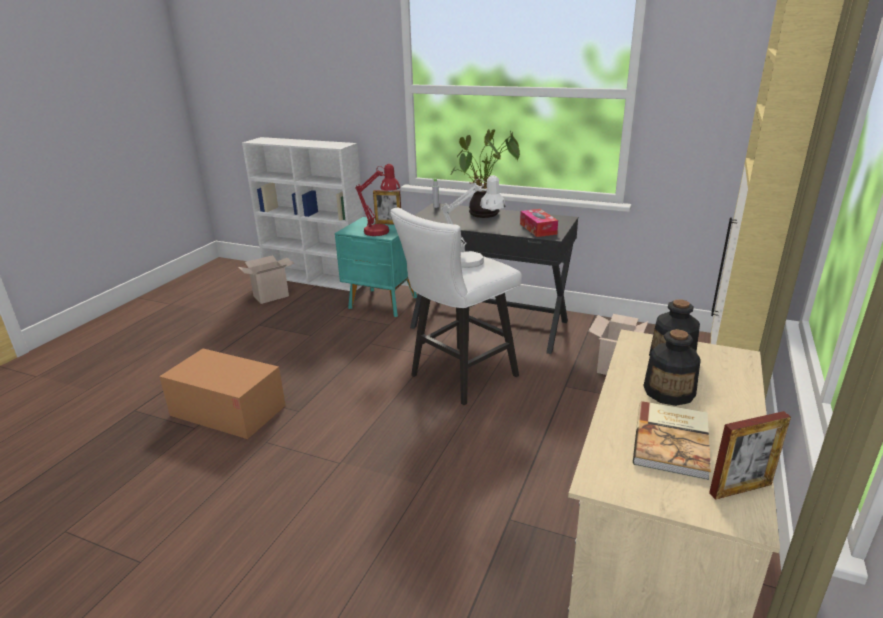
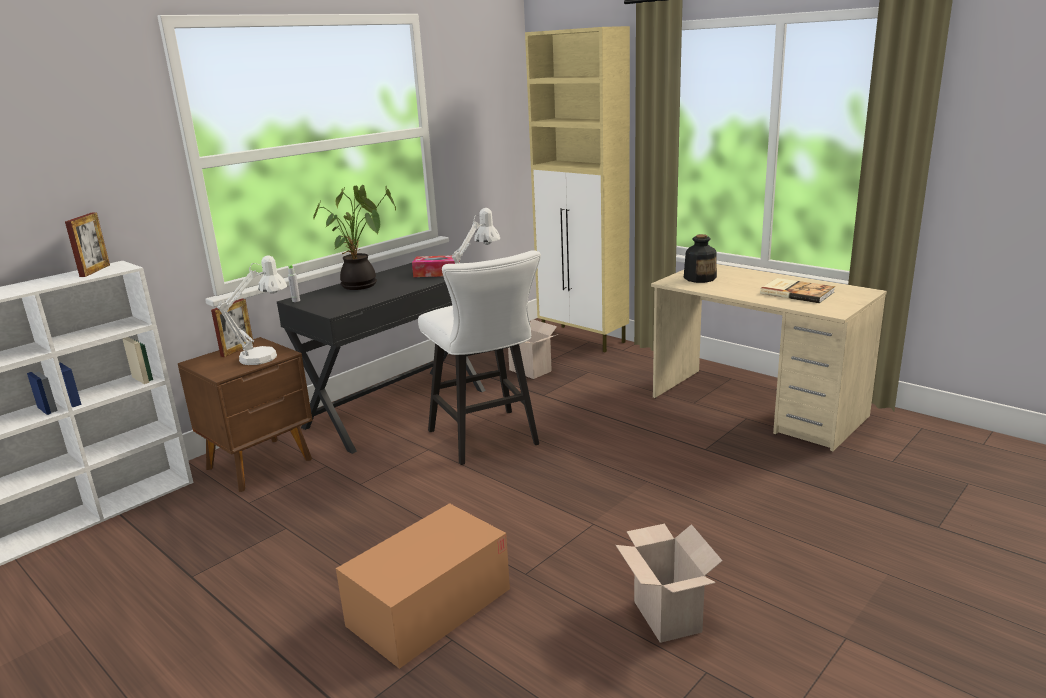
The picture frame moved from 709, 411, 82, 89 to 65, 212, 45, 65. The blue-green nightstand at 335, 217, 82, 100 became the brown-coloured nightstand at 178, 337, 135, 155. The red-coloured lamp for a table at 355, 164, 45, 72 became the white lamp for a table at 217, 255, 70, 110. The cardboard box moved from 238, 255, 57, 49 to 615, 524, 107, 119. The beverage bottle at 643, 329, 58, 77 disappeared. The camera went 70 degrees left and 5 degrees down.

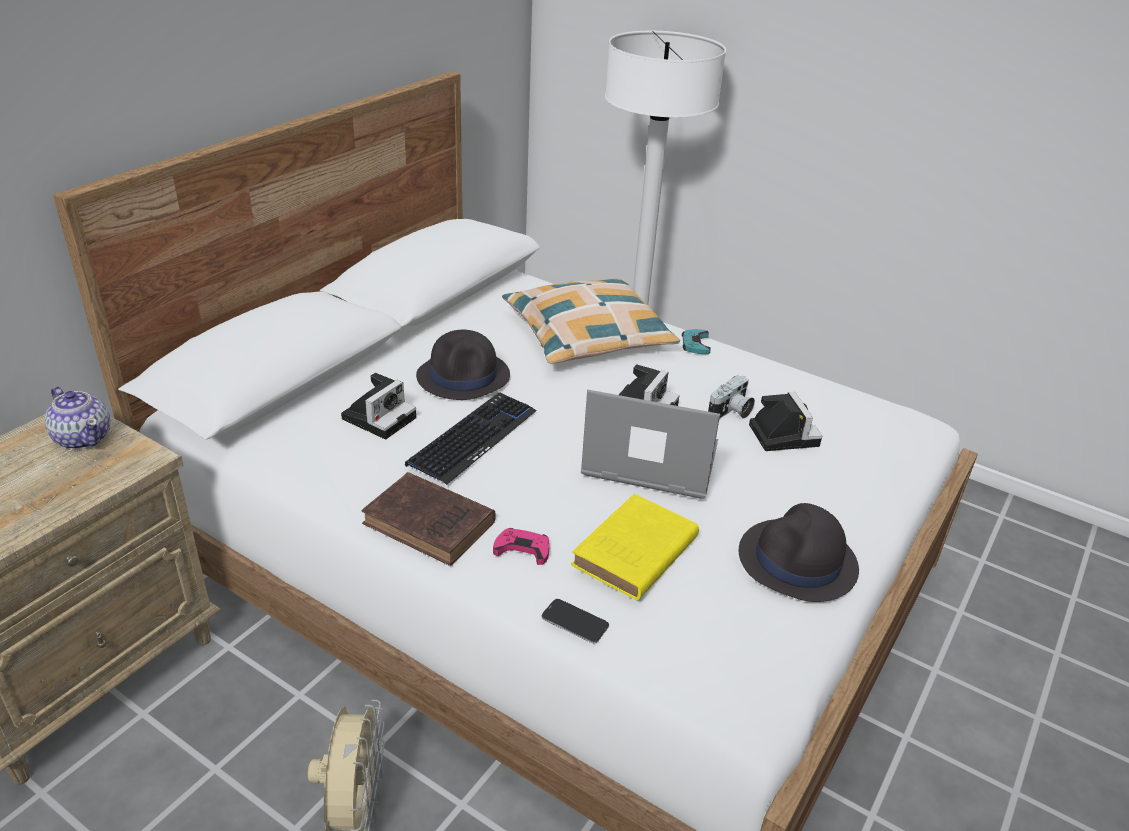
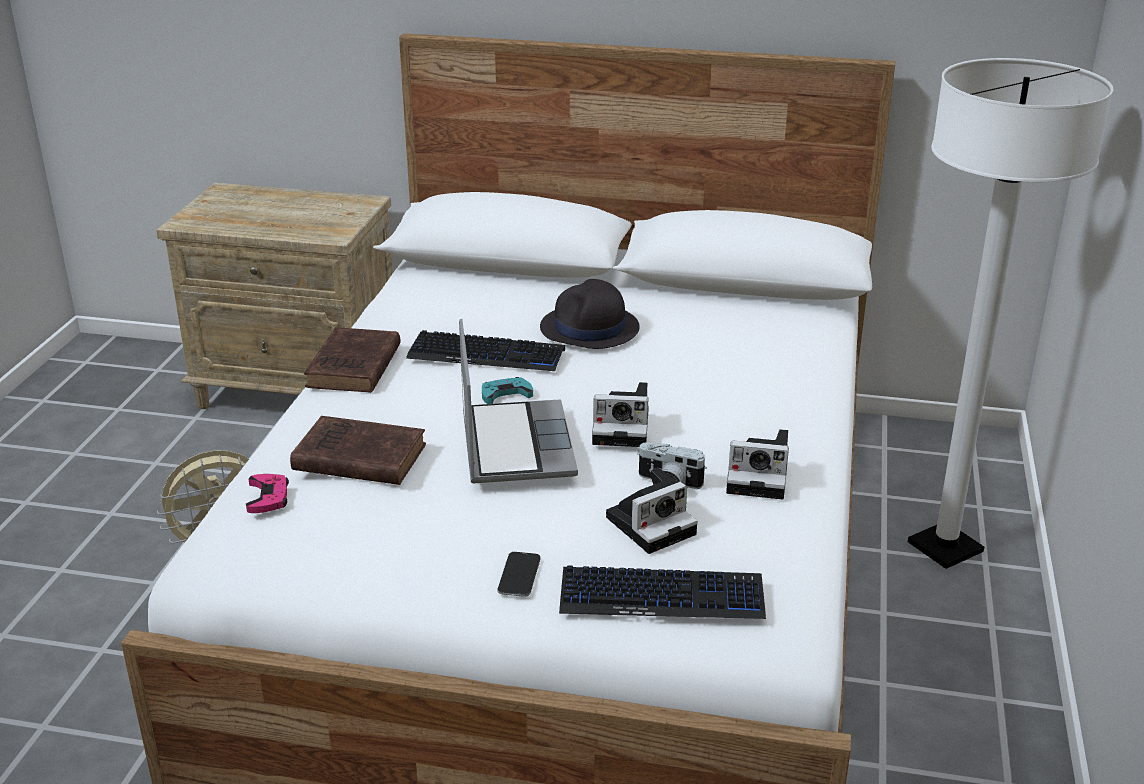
The pinkish game controller moved from 493, 528, 57, 37 to 246, 474, 43, 39. The yellow-coloured volume at 571, 494, 128, 106 became the brown-coloured volume at 290, 416, 136, 69. The blue-green game controller moved from 682, 329, 29, 25 to 482, 377, 51, 27. The phone moved from 542, 599, 67, 44 to 497, 552, 44, 45. The computer keyboard at 559, 565, 207, 54 appeared. The still camera moved from 341, 373, 75, 66 to 726, 429, 63, 71. The pot for tea at 45, 386, 65, 64 disappeared. The cushion at 502, 278, 178, 85 disappeared. The black-coloured hat at 739, 503, 120, 99 disappeared. The camera went 70 degrees right and 5 degrees down.

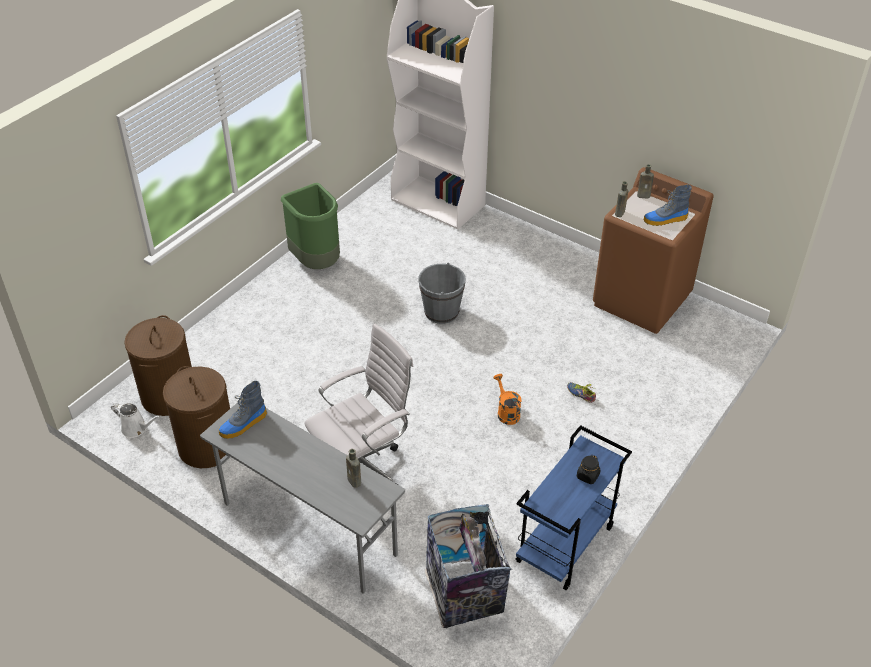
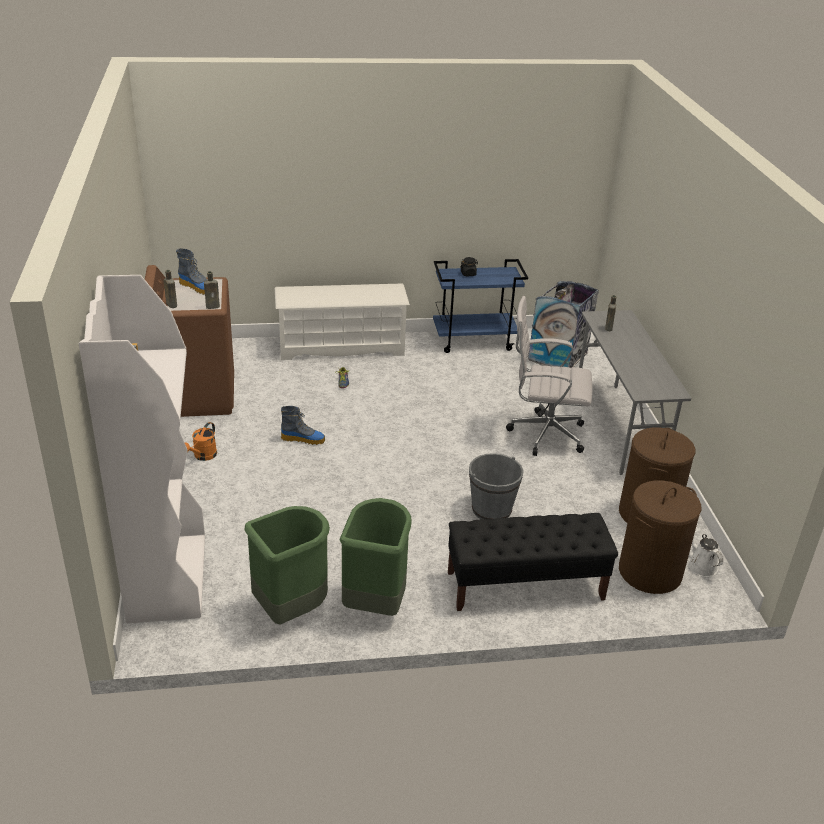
The orange-coloured watering can moved from 493, 374, 28, 51 to 184, 422, 33, 39. The greenish trash can at 245, 506, 85, 119 appeared. The white shoe shelf at 275, 284, 135, 76 appeared. The boot moved from 219, 381, 48, 58 to 281, 406, 44, 39. The black-coloured indoor bench at 448, 513, 170, 98 appeared. The gray pail moved from 418, 263, 48, 61 to 469, 453, 55, 67. The camera went 135 degrees left and 10 degrees down.

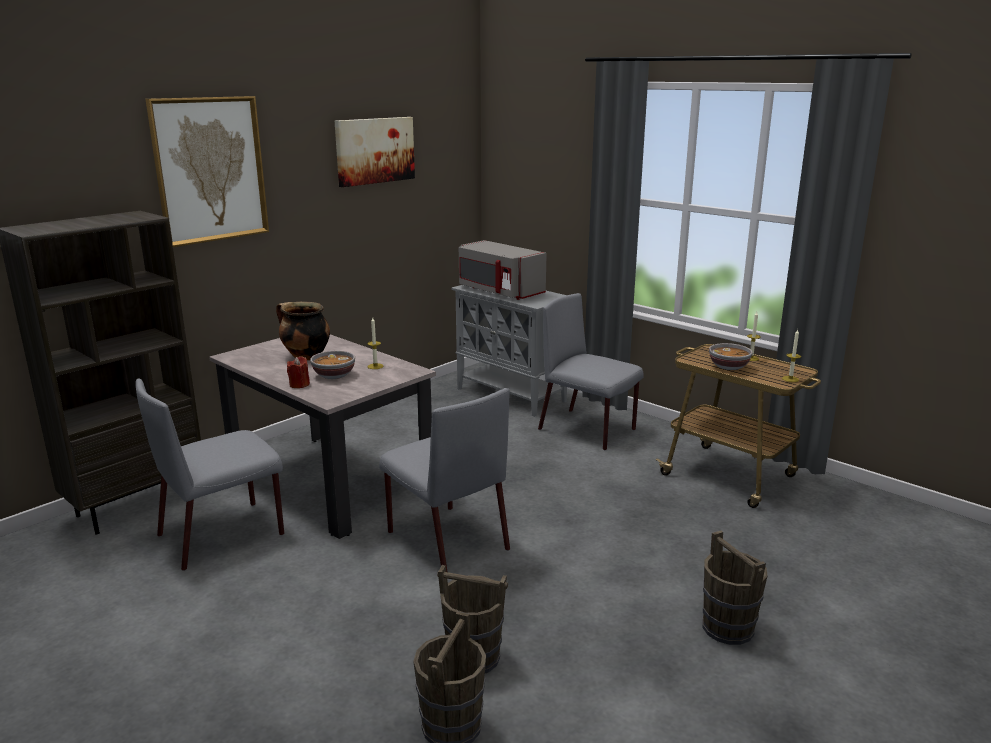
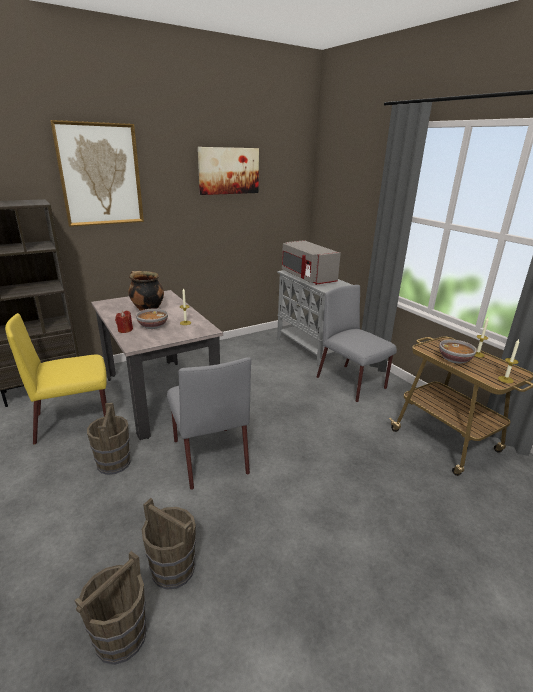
The gray chair at 136, 379, 148, 192 became the yellow-coloured chair at 5, 313, 102, 132. The brown-coloured pail moved from 702, 530, 66, 115 to 87, 403, 44, 72. The camera went 15 degrees right and 5 degrees up.

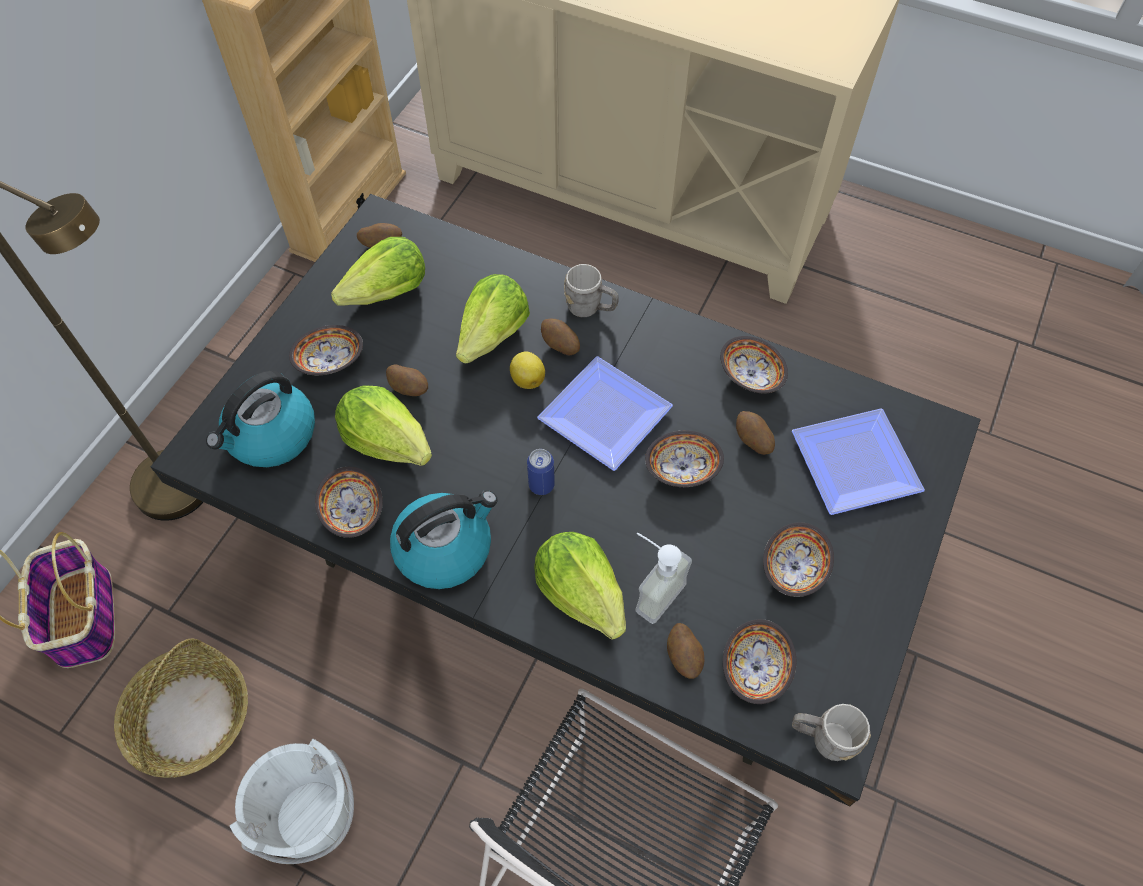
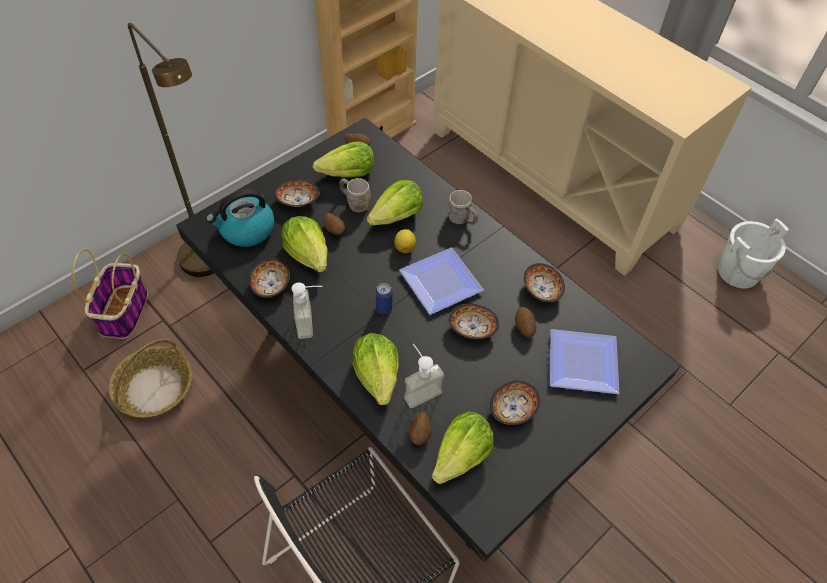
The tea kettle at 390, 490, 108, 99 was replaced by the soap dispenser at 292, 282, 31, 57. The gray tea mug moved from 792, 704, 79, 57 to 339, 178, 32, 35. The bowl at 723, 619, 73, 85 was replaced by the lettuce head at 432, 411, 62, 73. The white pail moved from 230, 739, 124, 125 to 718, 218, 71, 70. The potato at 541, 318, 39, 37 disappeared. The camera went 20 degrees right and 5 degrees down.

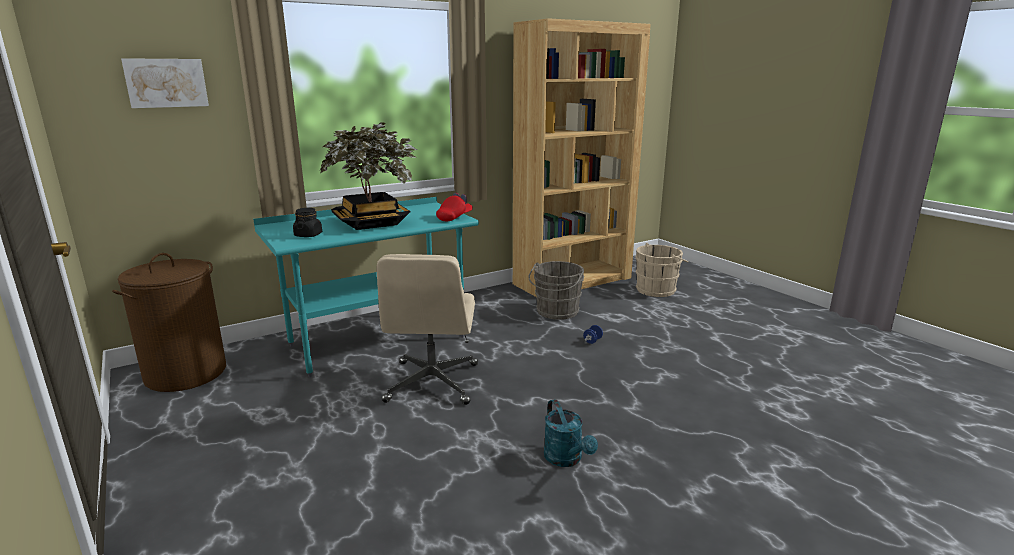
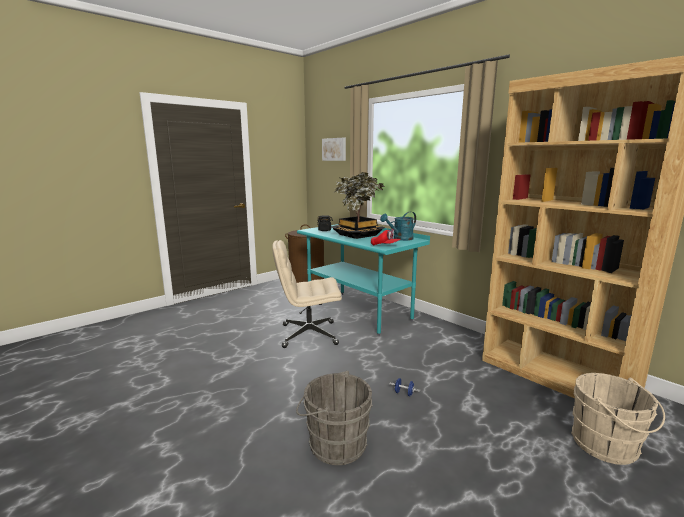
The gray pail moved from 529, 261, 55, 59 to 296, 371, 77, 94. The blue-green watering can moved from 544, 399, 54, 68 to 380, 212, 36, 29. The camera went 80 degrees right and 5 degrees down.

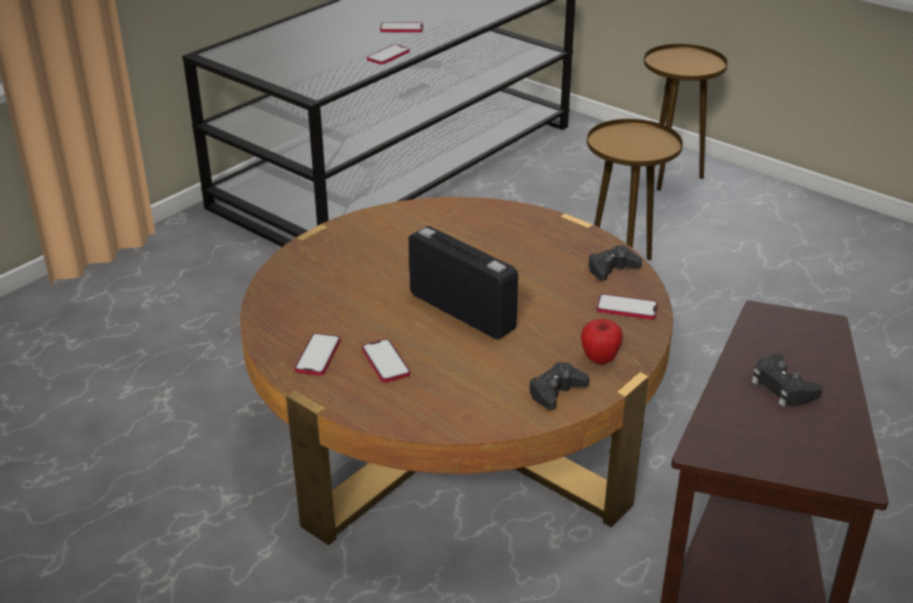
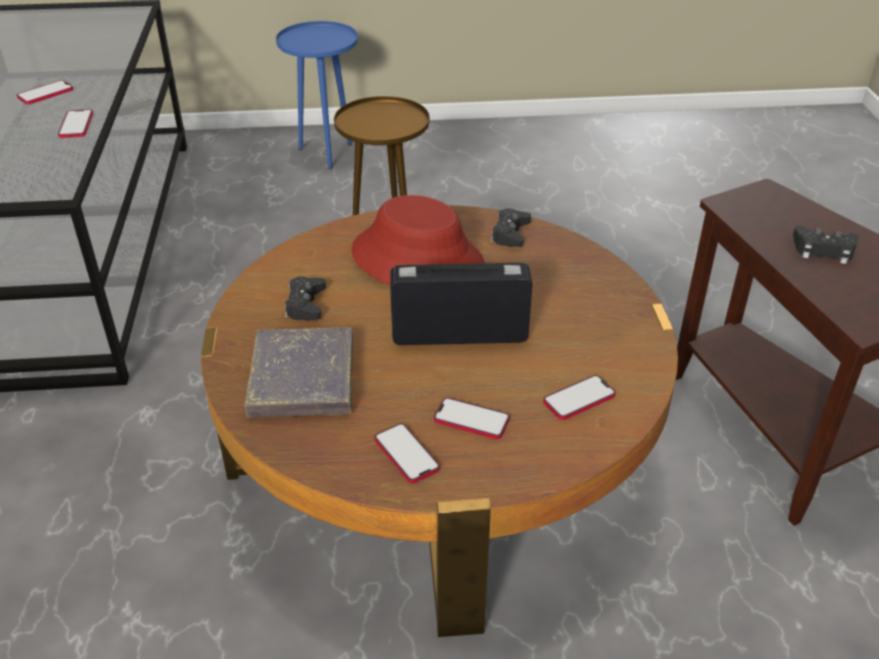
The gray volume at 245, 327, 108, 91 appeared. The brown-coloured side table at 644, 44, 84, 147 became the blue side table at 276, 21, 82, 148. The black-coloured game controller moved from 529, 362, 60, 48 to 285, 276, 41, 44. The red-coloured hat at 351, 195, 134, 90 appeared. The phone moved from 596, 294, 62, 25 to 543, 375, 73, 45. The apple fruit at 581, 319, 42, 45 disappeared. The camera went 45 degrees left and 5 degrees up.

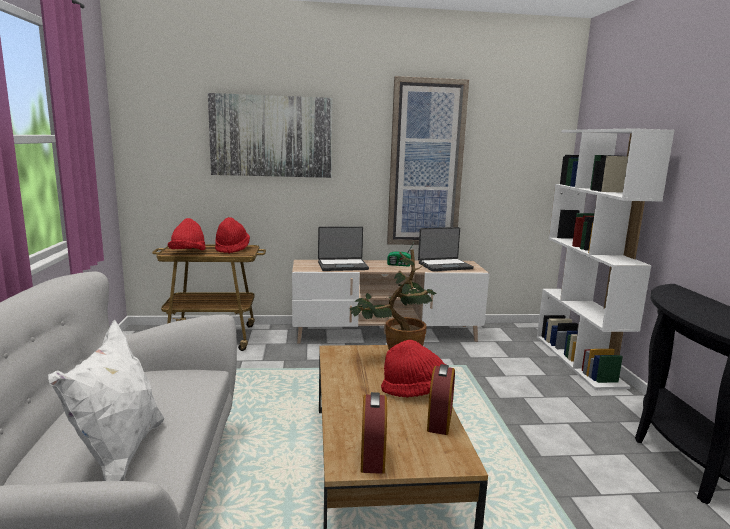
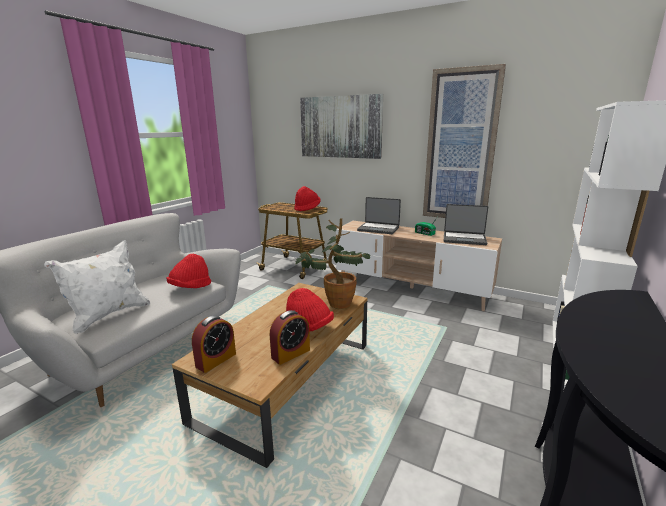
The red-coloured hat moved from 168, 218, 38, 32 to 167, 254, 44, 34. The camera went 35 degrees right and 5 degrees up.

